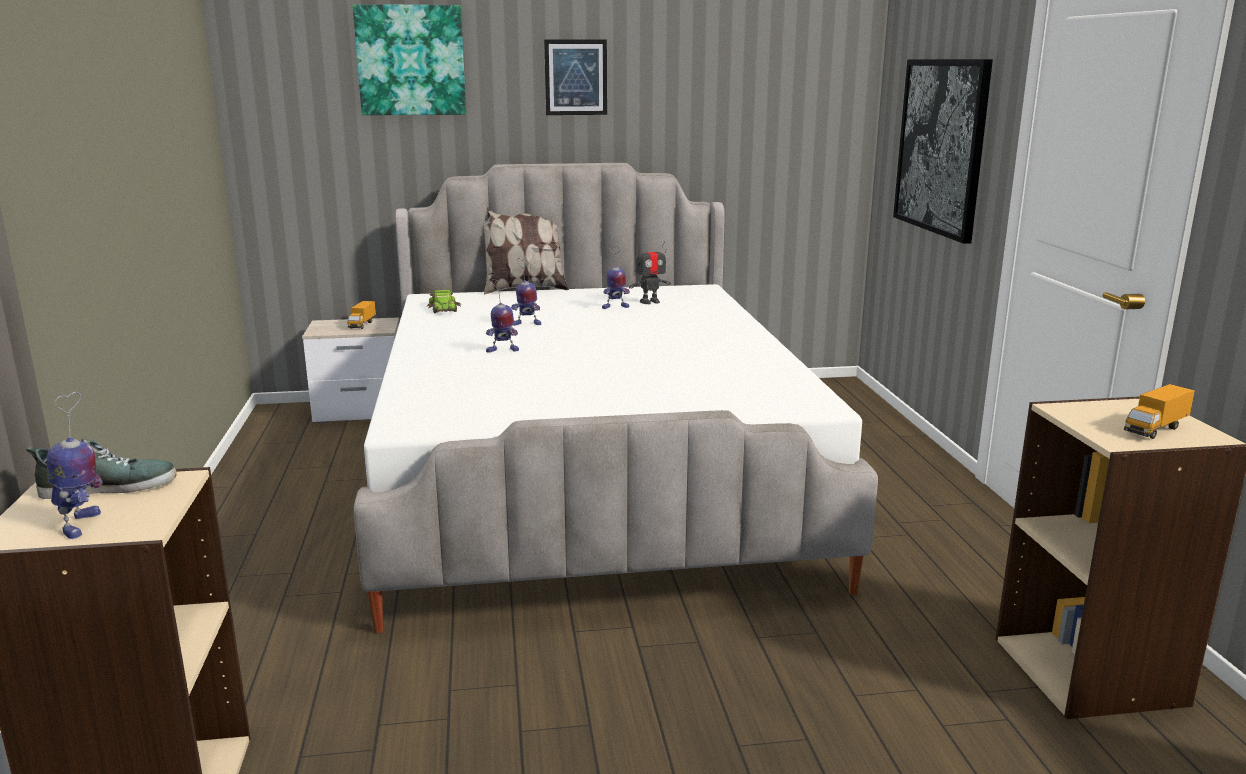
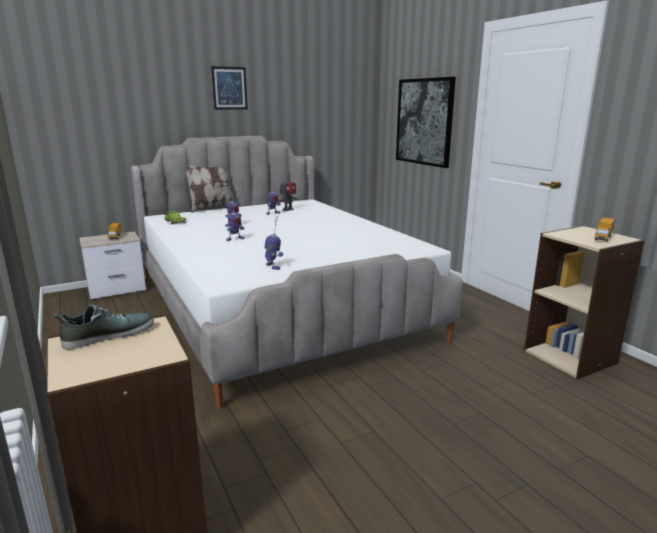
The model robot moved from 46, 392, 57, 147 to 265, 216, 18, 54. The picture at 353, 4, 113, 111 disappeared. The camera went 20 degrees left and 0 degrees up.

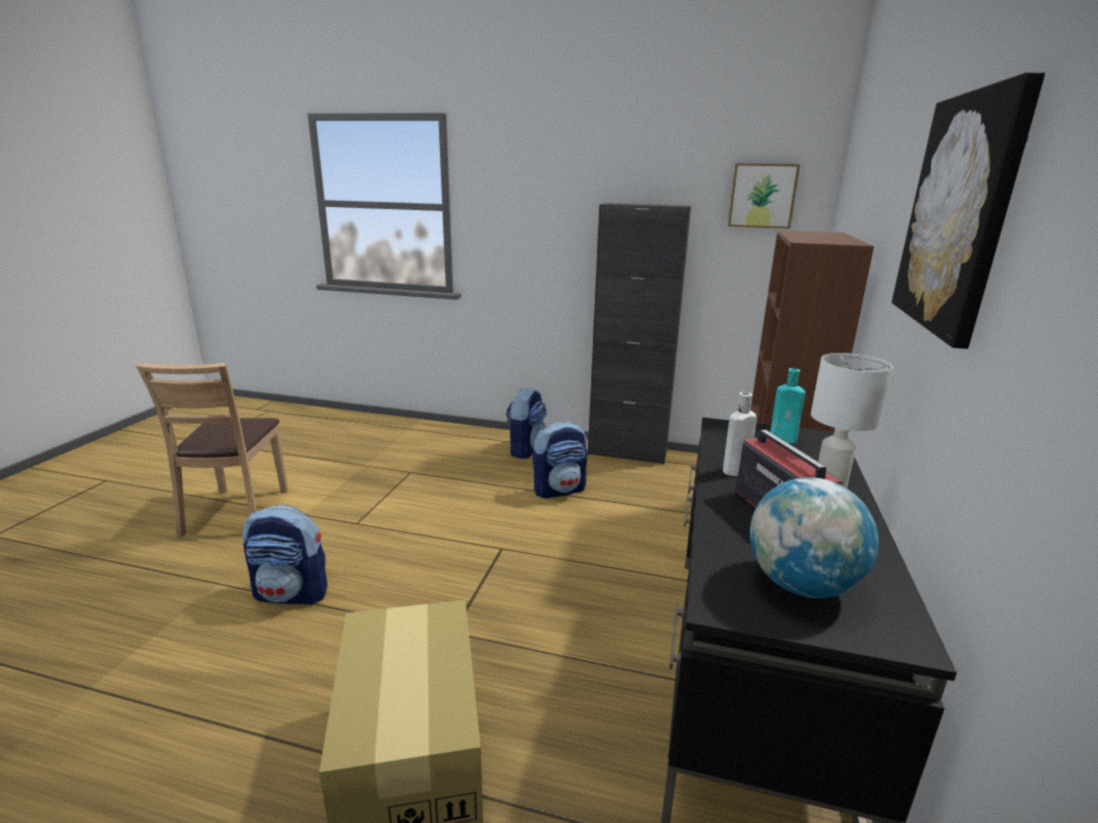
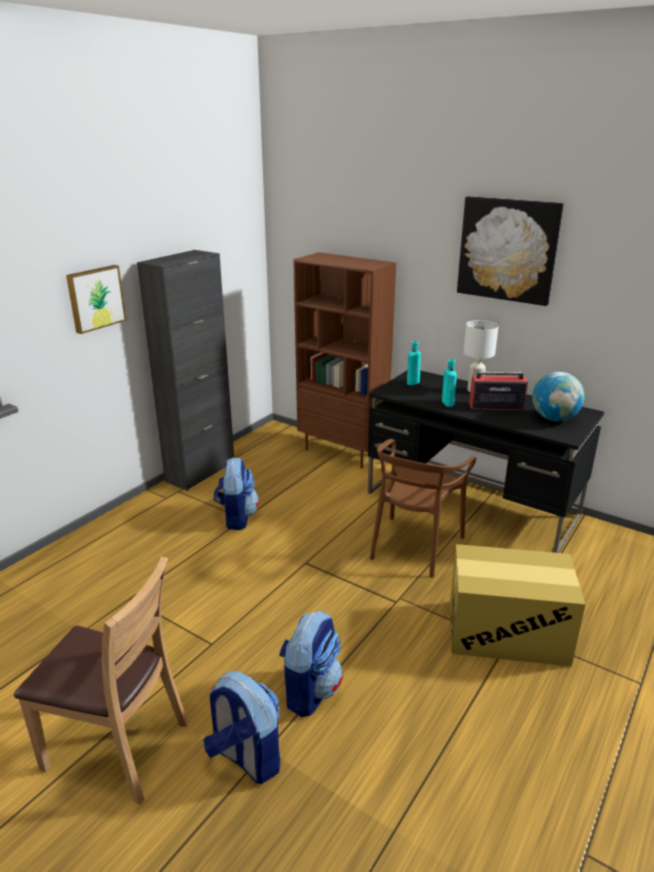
The picture moved from 728, 163, 72, 66 to 66, 265, 60, 69. The rucksack moved from 506, 387, 41, 72 to 203, 671, 77, 113. The brown-coloured chair at 370, 439, 106, 139 appeared. The white beverage bottle at 723, 392, 34, 84 became the blue-green beverage bottle at 442, 359, 15, 48. The camera went 70 degrees left and 5 degrees up.

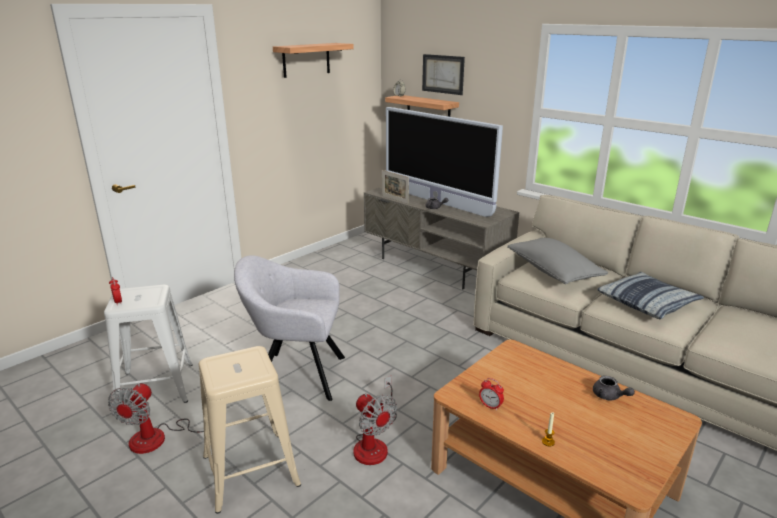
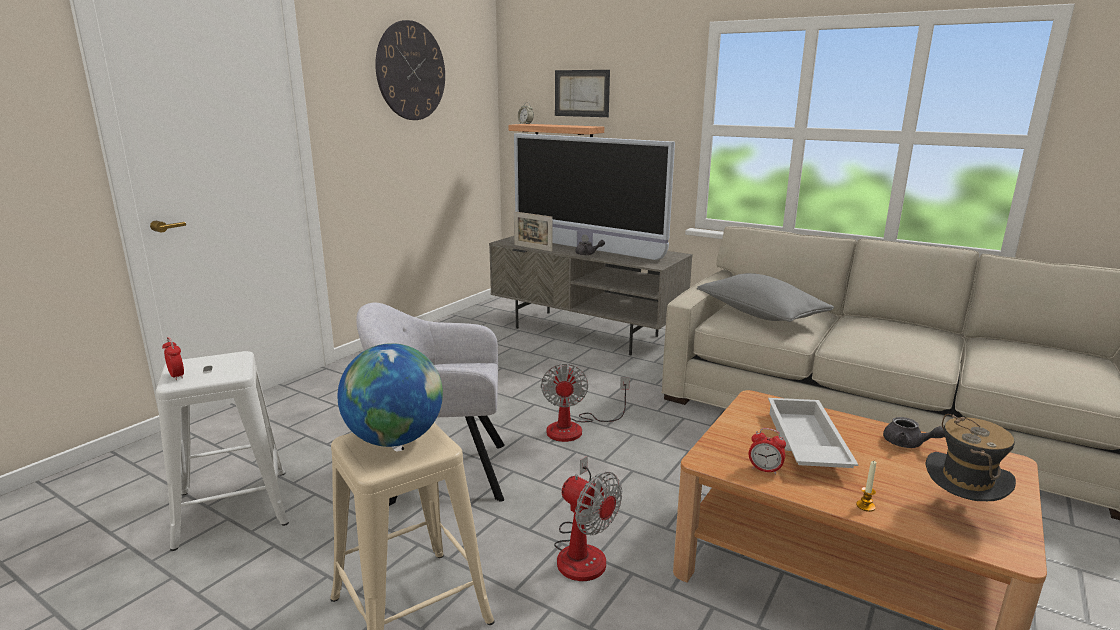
The globe at 338, 343, 105, 104 appeared. The shelf at 273, 43, 81, 35 was replaced by the wall clock at 375, 20, 70, 100. The fan moved from 108, 383, 96, 71 to 541, 364, 89, 78. The white serving tray at 768, 398, 91, 70 appeared. The hat at 926, 414, 90, 87 appeared. The cushion at 597, 272, 107, 47 disappeared. The camera went 10 degrees left and 5 degrees down.

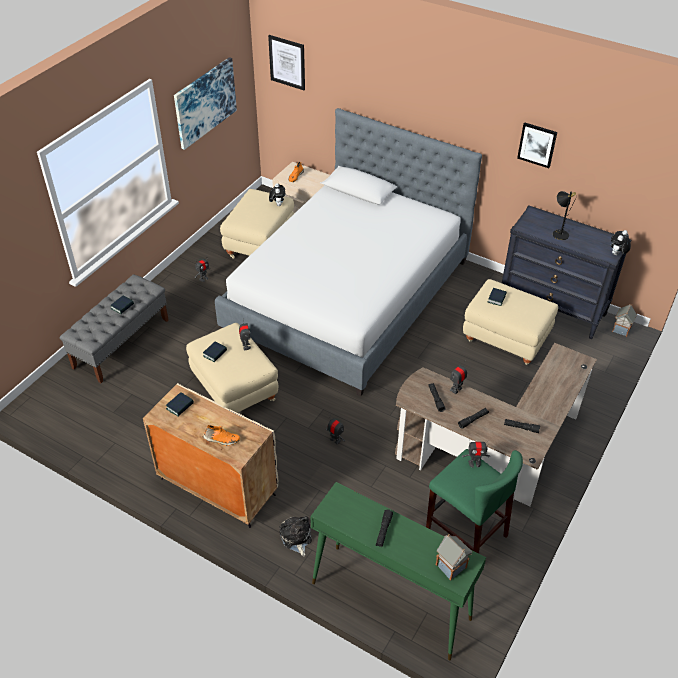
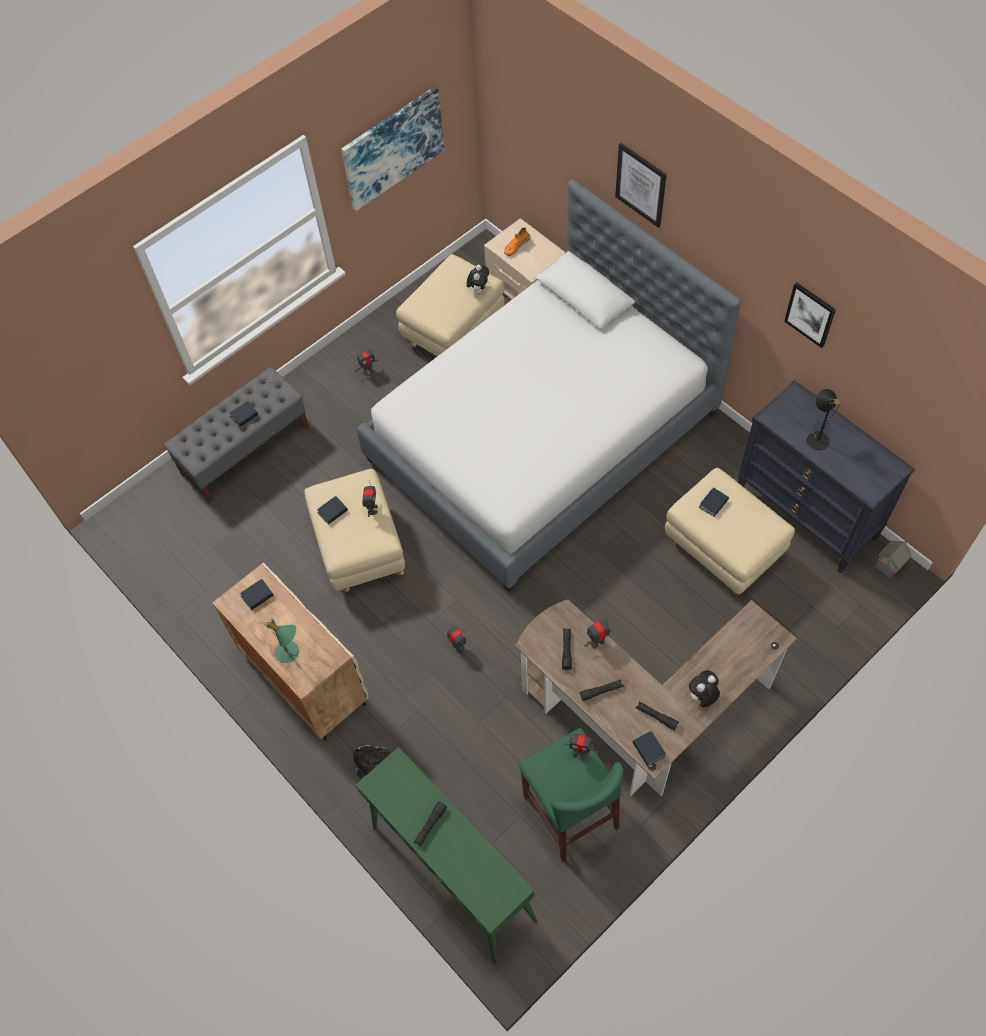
The orange-coloured low shoe at 203, 425, 37, 21 was replaced by the greenish lamp for a table at 266, 618, 33, 45. The picture moved from 268, 35, 37, 55 to 615, 143, 52, 85. The volume at 632, 731, 34, 35 appeared. The cuddly toy moved from 611, 230, 20, 25 to 688, 670, 32, 37. The model house at 436, 534, 36, 47 disappeared. The camera went 20 degrees right and 15 degrees up.

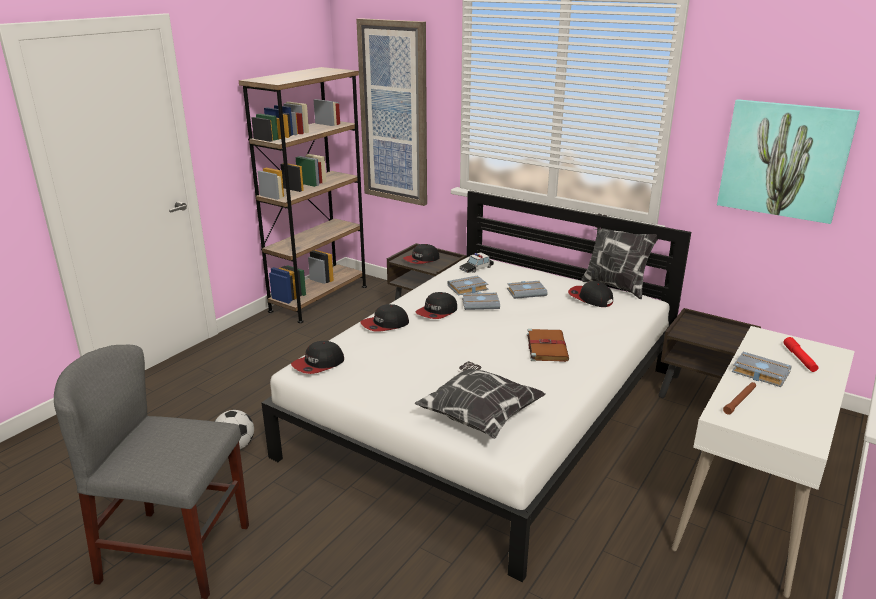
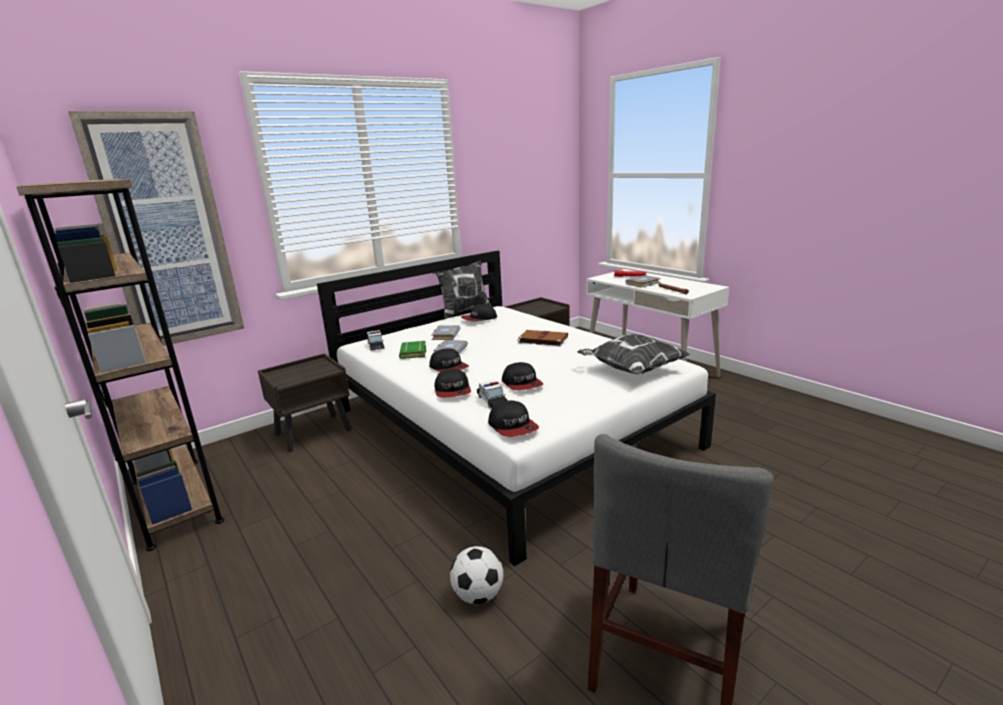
The gray volume at 447, 275, 42, 20 became the greenish volume at 399, 341, 27, 18. The miniature car at 477, 380, 31, 29 appeared. The peaked cap moved from 403, 244, 37, 20 to 502, 362, 41, 28. The picture at 717, 99, 143, 125 disappeared. The camera went 70 degrees left and 5 degrees down.

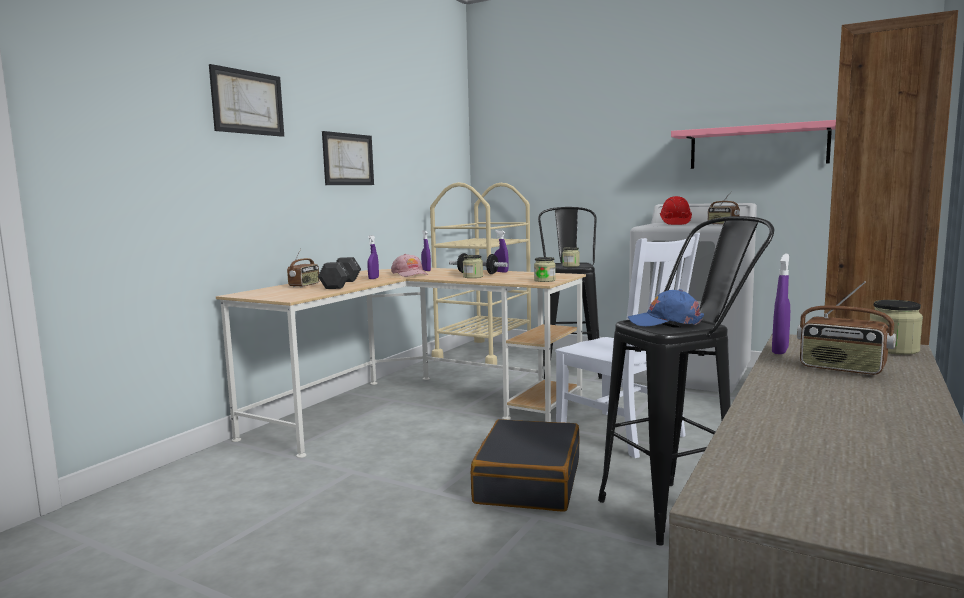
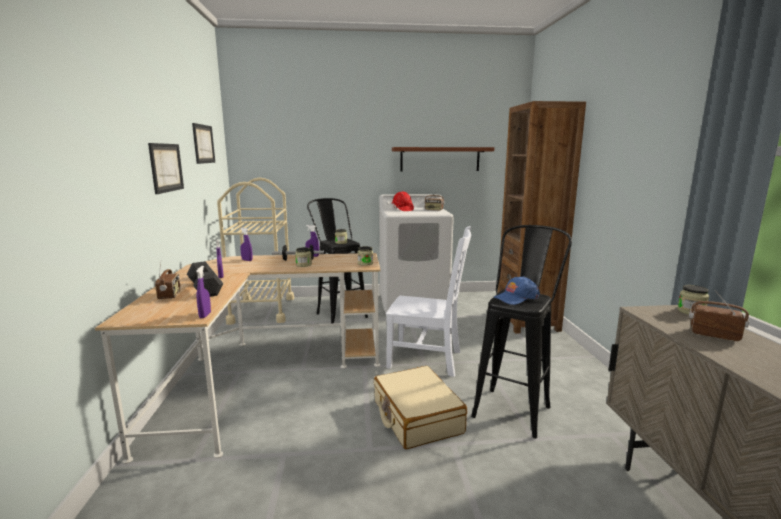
The picture moved from 209, 64, 75, 73 to 192, 123, 23, 41. The purple-coloured sprayer moved from 772, 254, 18, 100 to 196, 266, 15, 52. The black-coloured travel case at 471, 419, 108, 93 became the beige-coloured travel case at 374, 366, 93, 83. The pinkish shelf at 671, 120, 165, 49 became the brown-coloured shelf at 392, 147, 102, 24. The radio receiver at 797, 281, 99, 94 turned 150 degrees counterclockwise. The pinkish peaked cap at 391, 254, 37, 23 disappeared. The camera went 35 degrees left and 5 degrees up.

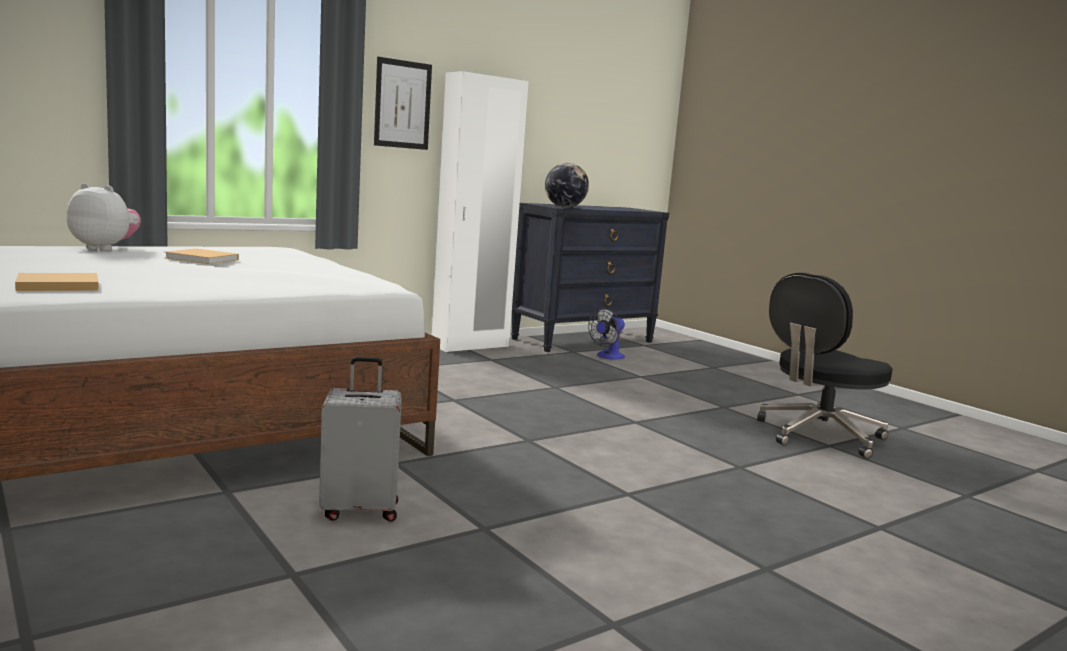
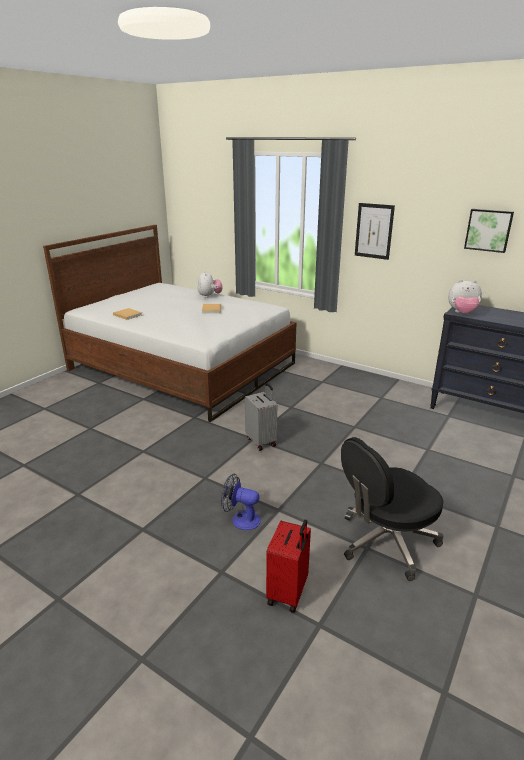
The fan moved from 588, 308, 37, 52 to 221, 473, 40, 57. The gray travel case moved from 319, 357, 83, 165 to 245, 383, 32, 68. The red-coloured travel case at 266, 519, 45, 94 appeared. The black-coloured desk chair at 757, 273, 136, 186 turned 60 degrees counterclockwise. The globe at 545, 163, 44, 45 was replaced by the cuddly toy at 448, 279, 34, 35. The picture at 464, 209, 50, 44 appeared. The white clothes cupboard at 432, 71, 97, 281 disappeared. The camera went 70 degrees right and 15 degrees up.

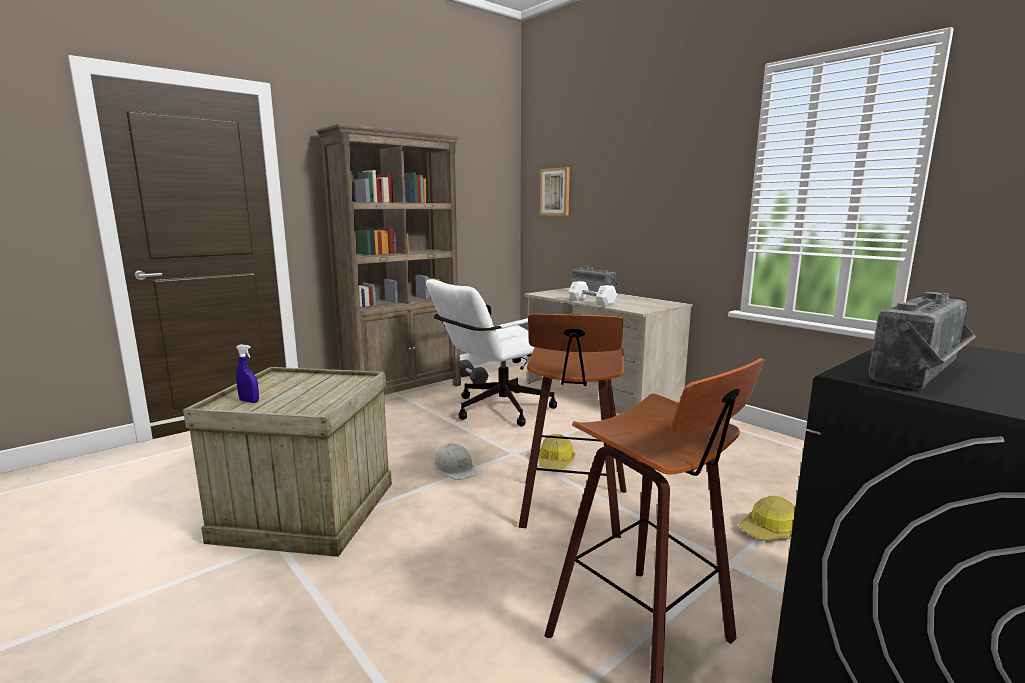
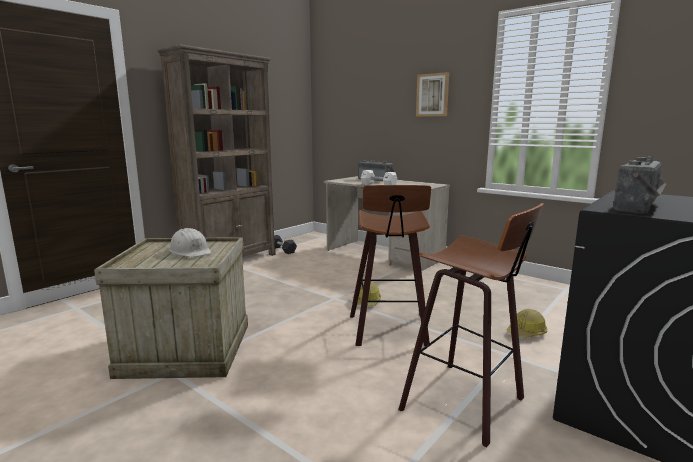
The white safety helmet moved from 433, 443, 44, 37 to 169, 228, 43, 29. The picture moved from 540, 167, 30, 49 to 416, 72, 33, 45. The blue sprayer at 236, 344, 23, 59 disappeared. The white desk chair at 426, 279, 131, 147 disappeared. The camera went 10 degrees left and 0 degrees up.

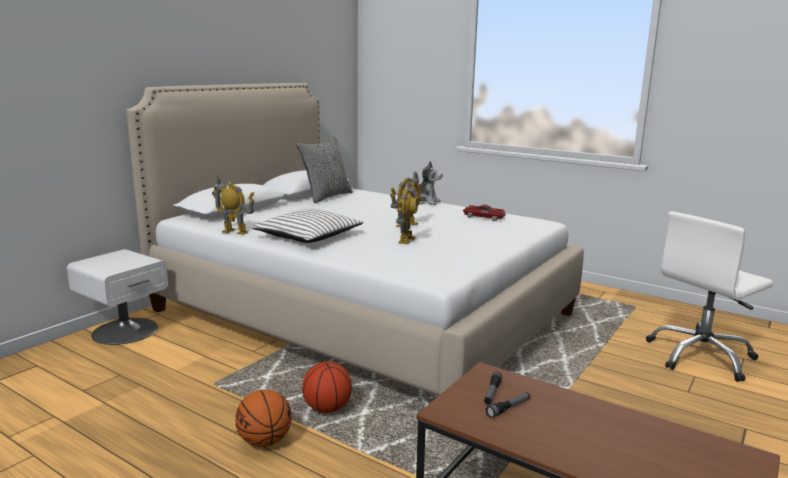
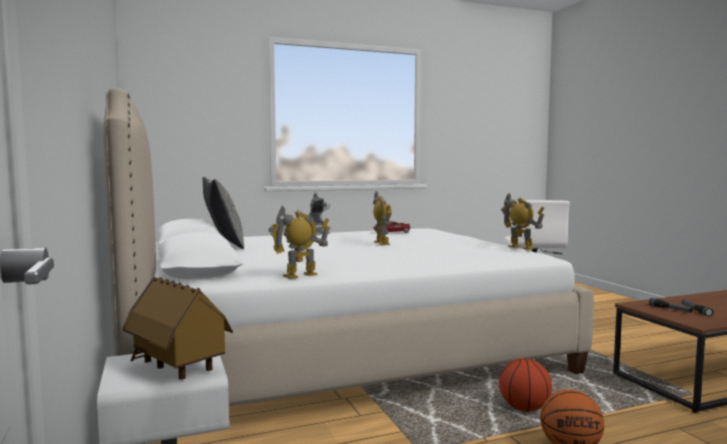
The model house at 123, 277, 110, 103 appeared. The model robot moved from 396, 181, 22, 63 to 501, 193, 43, 57. The white cushion at 252, 209, 111, 34 disappeared. The camera went 55 degrees left and 10 degrees down.

